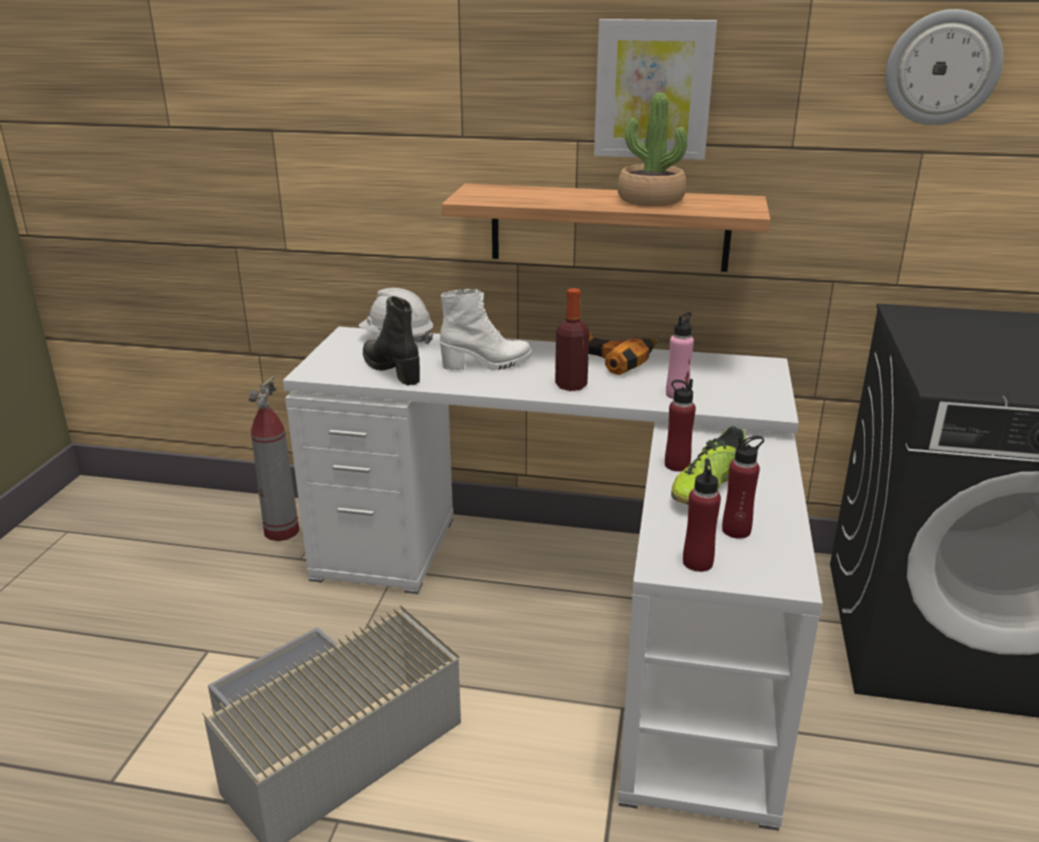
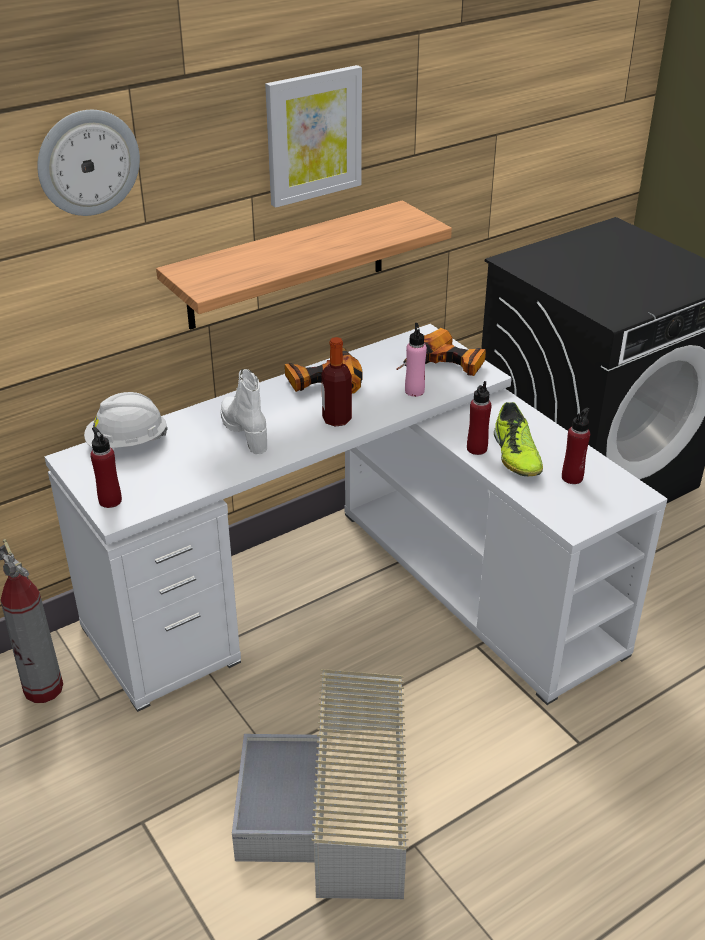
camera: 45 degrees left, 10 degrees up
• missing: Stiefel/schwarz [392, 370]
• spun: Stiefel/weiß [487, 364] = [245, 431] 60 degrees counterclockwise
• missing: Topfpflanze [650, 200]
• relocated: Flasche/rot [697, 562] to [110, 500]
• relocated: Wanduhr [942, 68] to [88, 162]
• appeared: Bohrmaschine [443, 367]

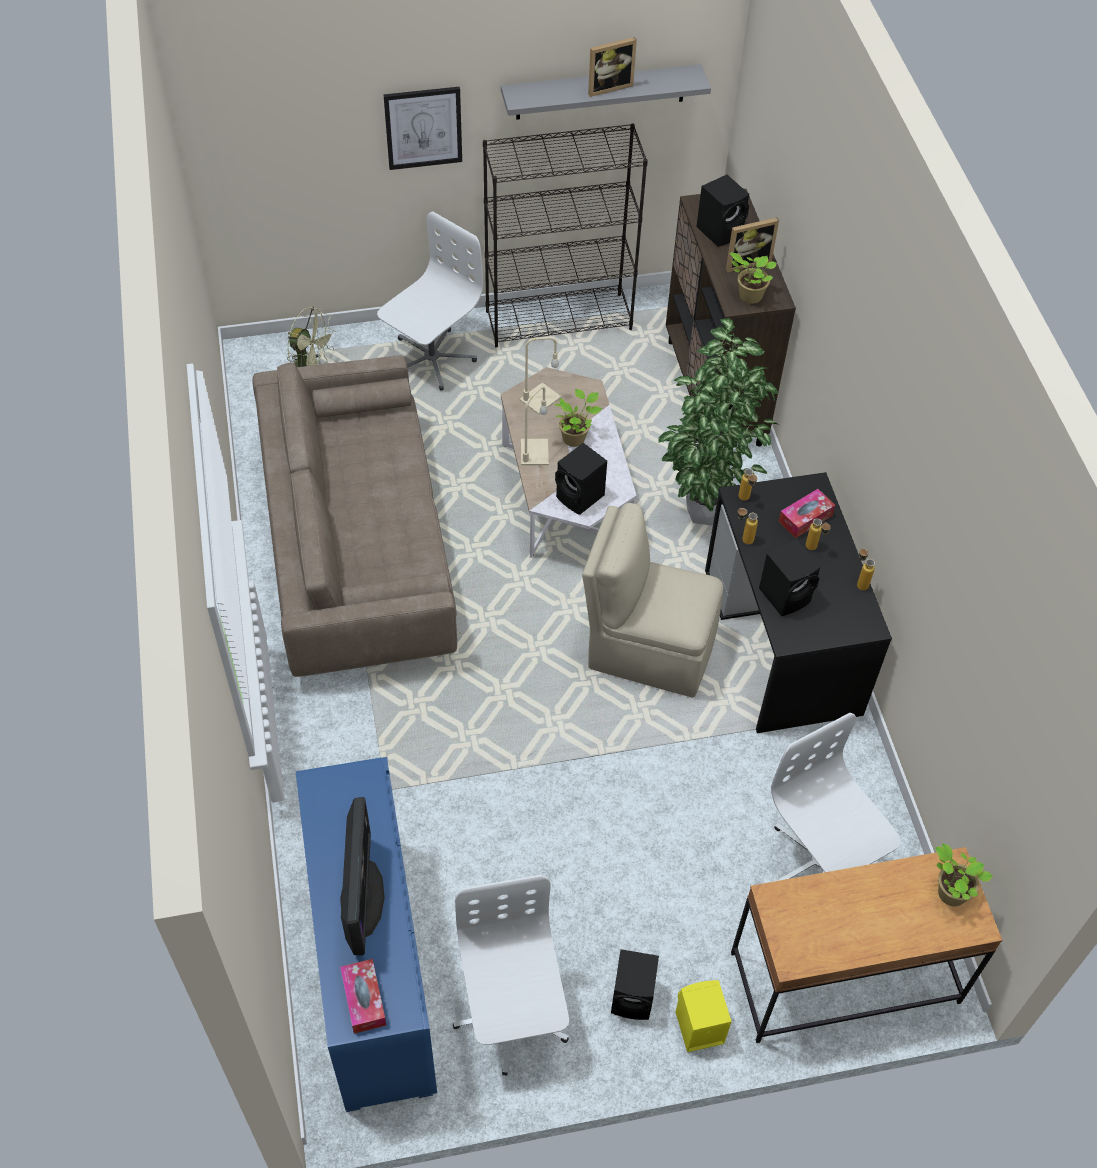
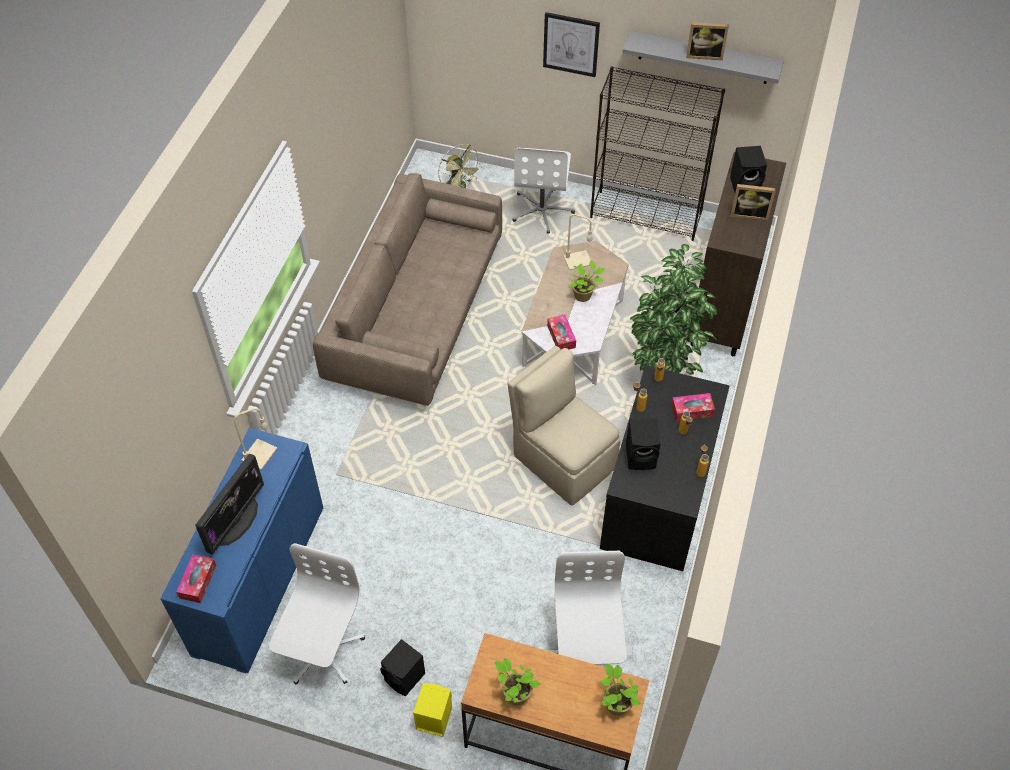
camera: 30 degrees right, 0 degrees up
• spun: Bürostuhl/weiß [431, 359] = [542, 210] 120 degrees clockwise
• relocated: Tischlampe/beige [535, 453] to [259, 455]
• exchanged: Lautsprecher/schwarz [581, 497] to Taschentuchbox [561, 336]
• relocated: Topfpflanze [748, 296] to [515, 694]

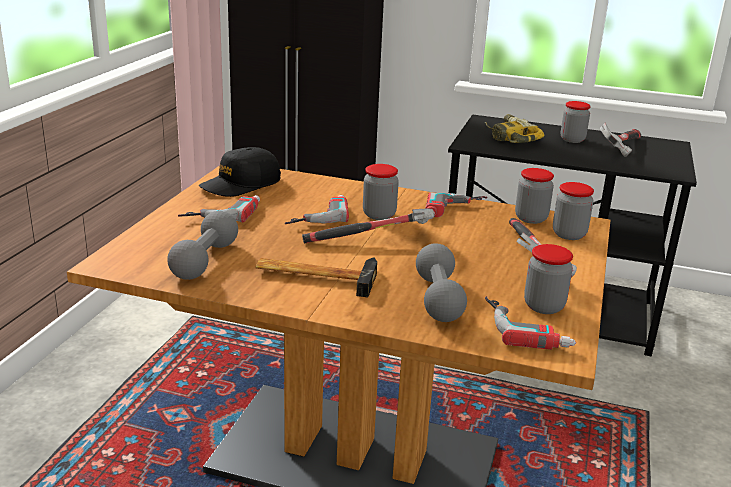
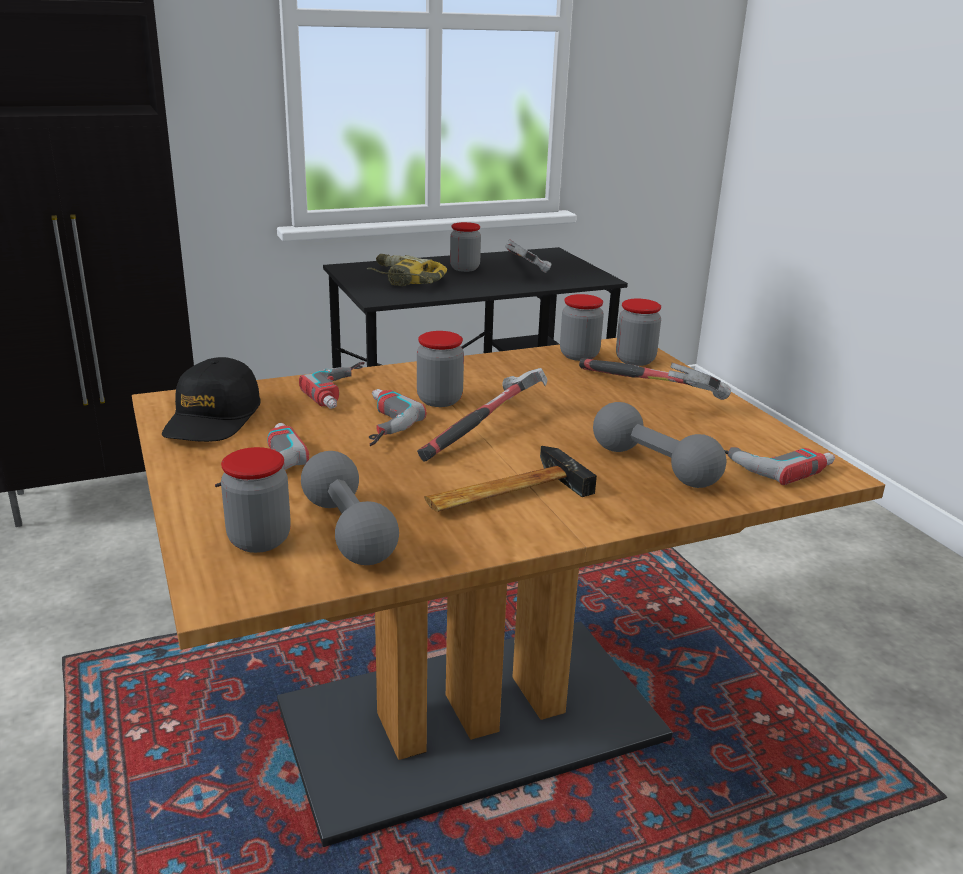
camera: 40 degrees left, 0 degrees up
• relocated: Bohrmaschine [456, 212] to [347, 391]
• relocated: Vorratsglas [544, 306] to [259, 540]

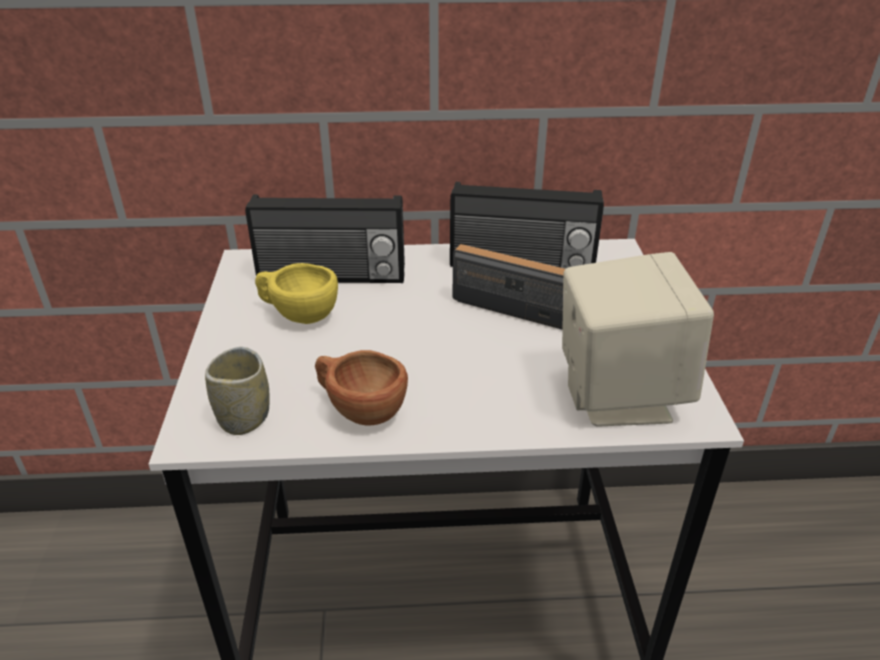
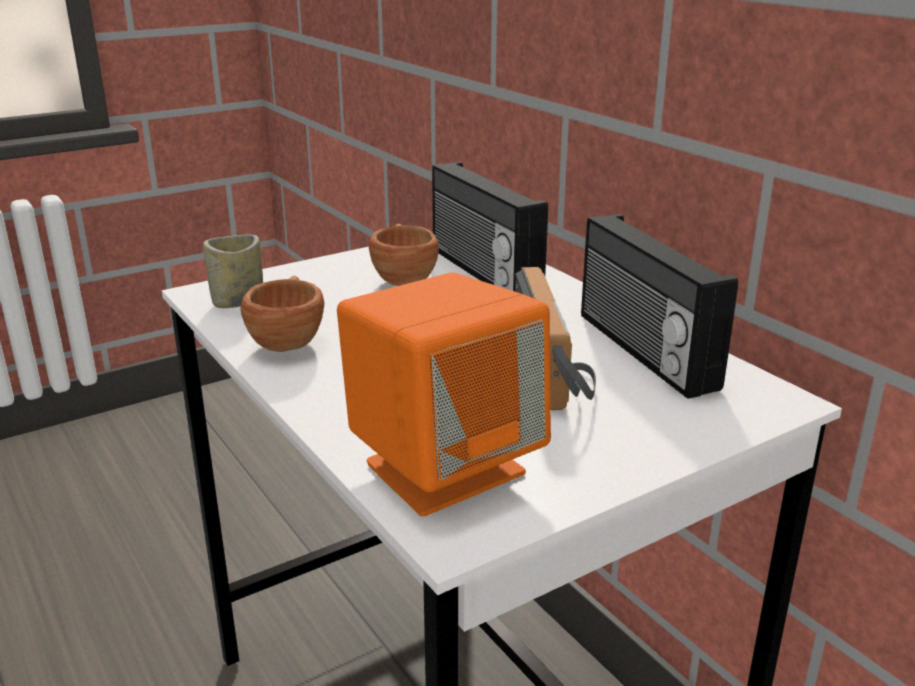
camera: 60 degrees right, 10 degrees down
• colour: Tasse/gelb [298, 314] to Tasse/braun [403, 278]
• colour: Lautsprecher/beige [618, 394] to Lautsprecher/orange [444, 467]

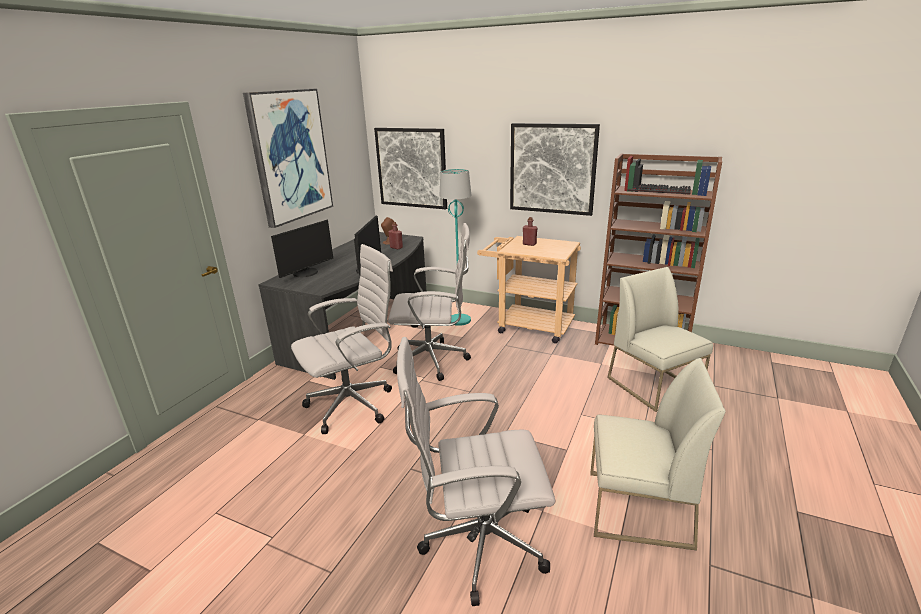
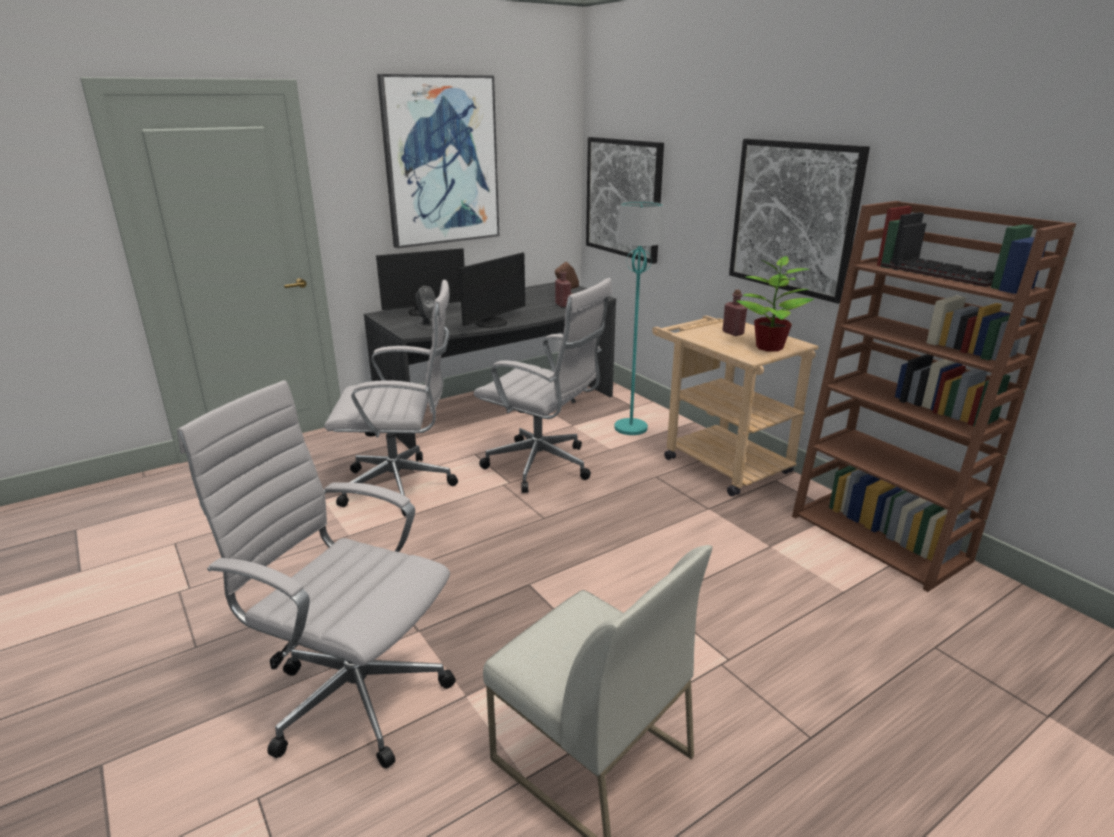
camera: 30 degrees right, 0 degrees up
• missing: Stuhl/weiß [654, 385]
• appeared: Lautsprecher/grau [427, 325]
• appeared: Topfpflanze [768, 347]

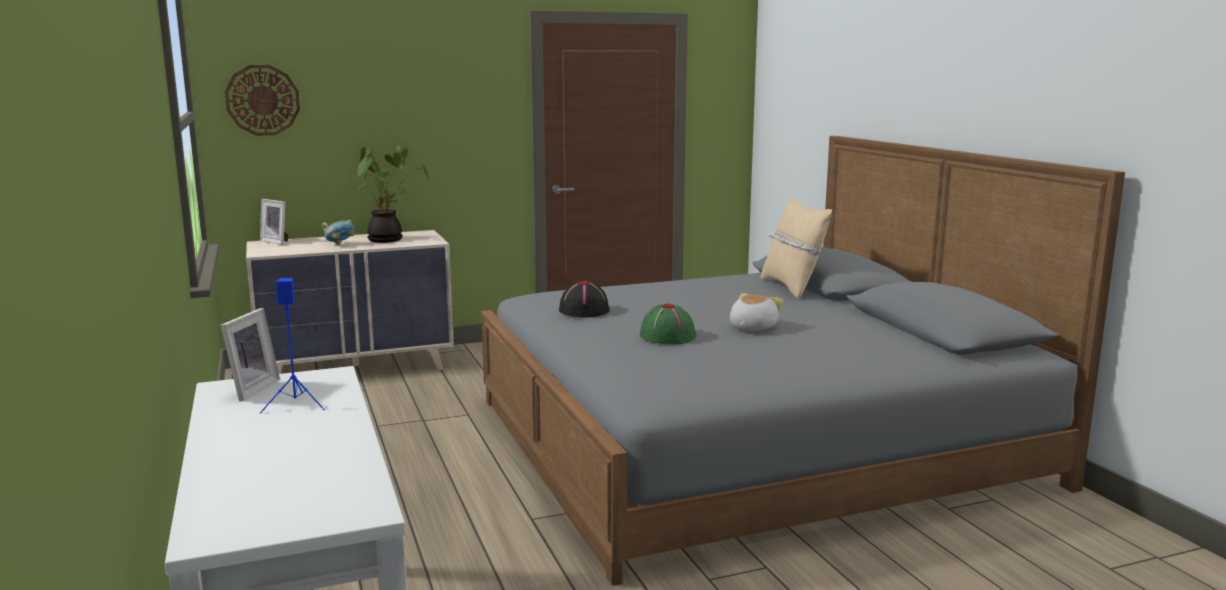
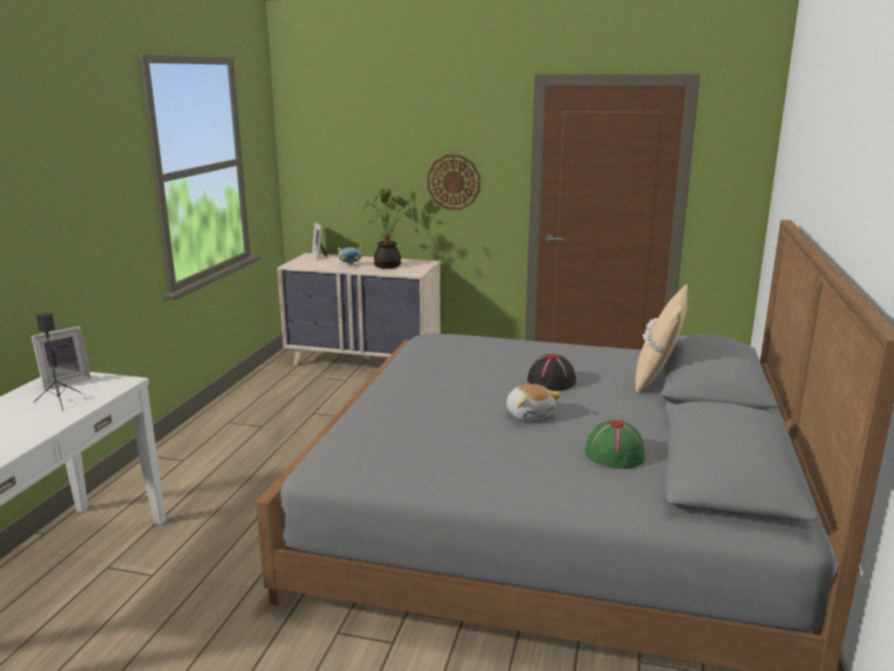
camera: 35 degrees right, 5 degrees up
• relocated: Wanduhr [263, 100] to [453, 182]
• colour: Lautsprecher/blau [296, 405] to Lautsprecher/schwarz [59, 401]
• relocated: Hut/schwarz [584, 310] to [552, 381]
• relocated: Hut/grün [667, 336] to [614, 453]
• spun: Plüschtier [751, 328] = [530, 414] 90 degrees clockwise

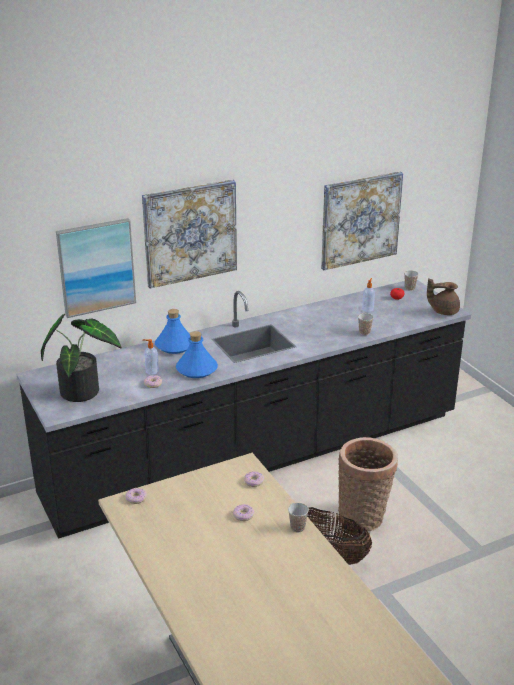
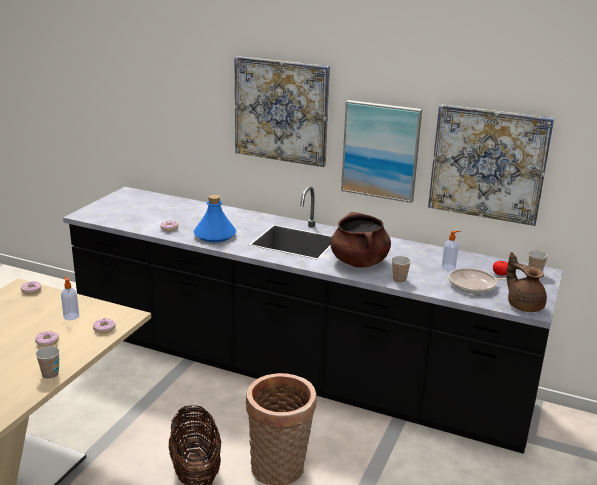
camera: 50 degrees right, 5 degrees down
• missing: Topfpflanze [83, 390]
• relocated: Bild [96, 267] to [380, 150]
• relocated: Seifenspender [151, 371] to [71, 316]
• missing: Flasche/blau [175, 346]
• appeared: Kochtopf/braun [359, 262]
• appeared: Pfanne [475, 285]

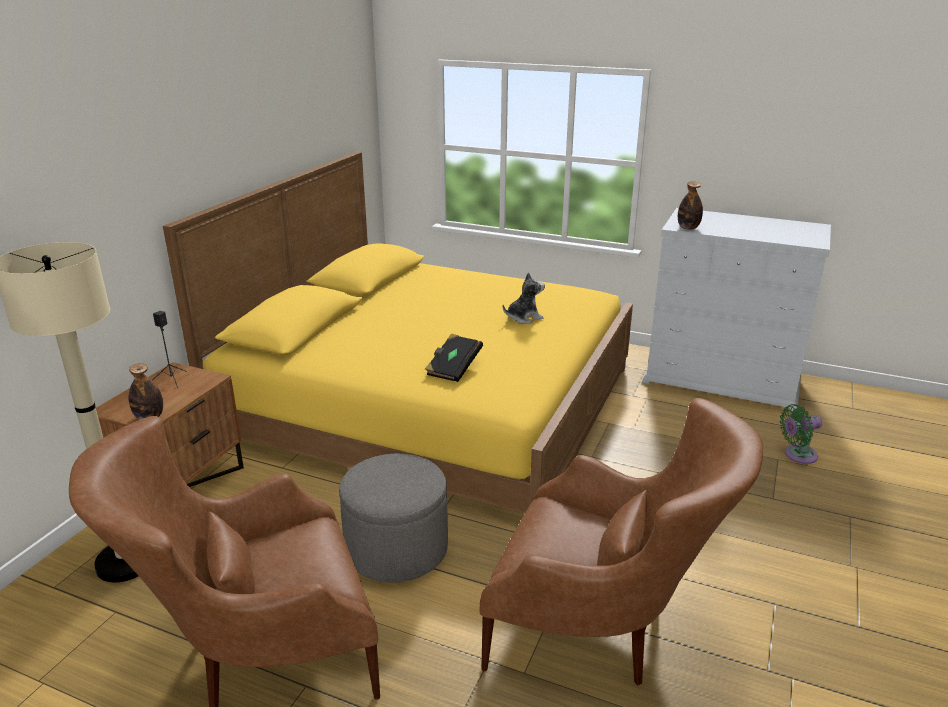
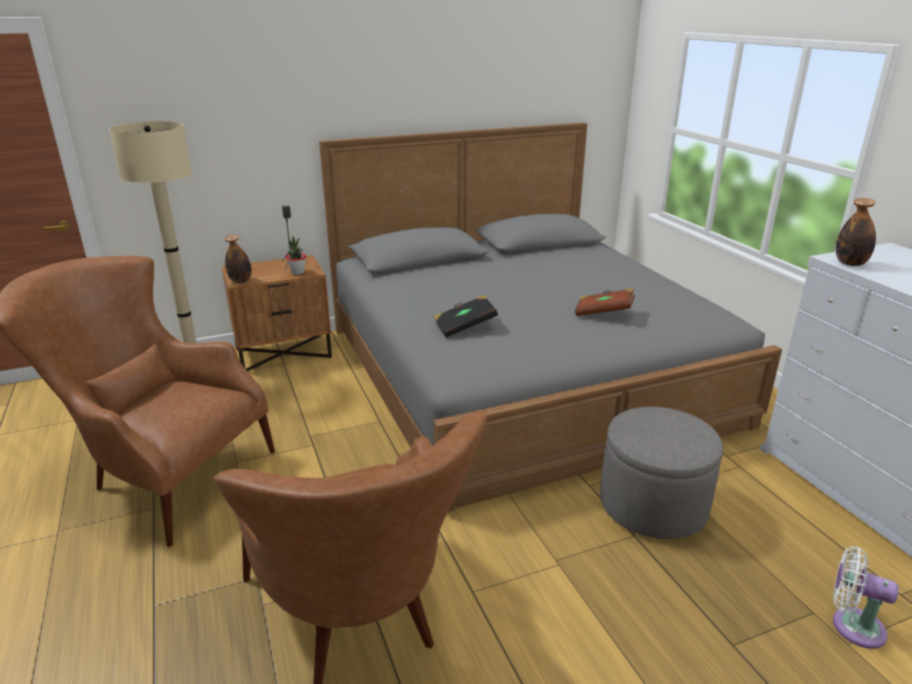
camera: 45 degrees right, 0 degrees up
• colour: Bett/gelb [431, 401] to Bett/grau [521, 372]
• relocated: Polsterhocker/grau [396, 549] to [653, 505]
• exchanged: Plüschtier [523, 318] to Buch/braun [603, 313]
• colour: Ventilator/grün [797, 455] to Ventilator/weiß [852, 625]
• appeared: Topfpflanze [297, 272]

